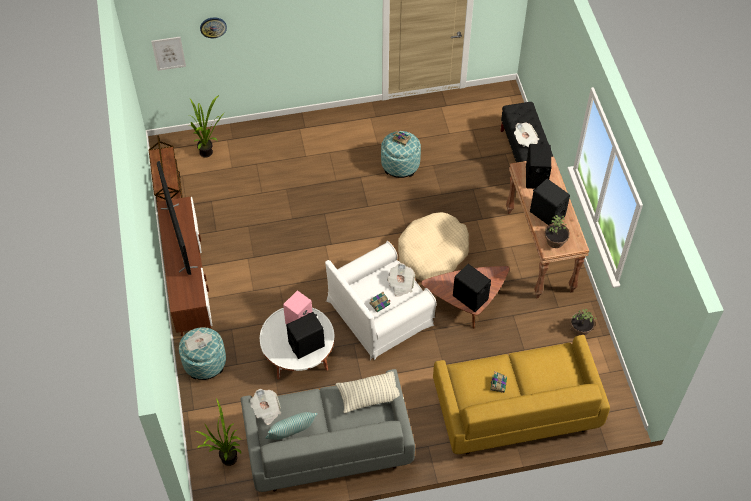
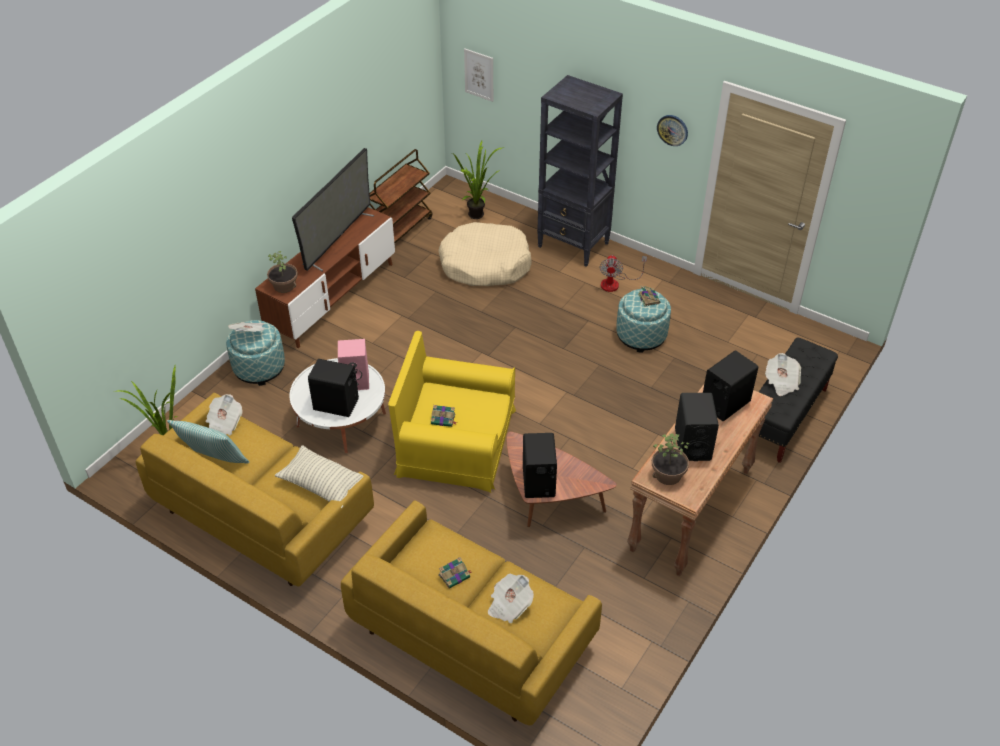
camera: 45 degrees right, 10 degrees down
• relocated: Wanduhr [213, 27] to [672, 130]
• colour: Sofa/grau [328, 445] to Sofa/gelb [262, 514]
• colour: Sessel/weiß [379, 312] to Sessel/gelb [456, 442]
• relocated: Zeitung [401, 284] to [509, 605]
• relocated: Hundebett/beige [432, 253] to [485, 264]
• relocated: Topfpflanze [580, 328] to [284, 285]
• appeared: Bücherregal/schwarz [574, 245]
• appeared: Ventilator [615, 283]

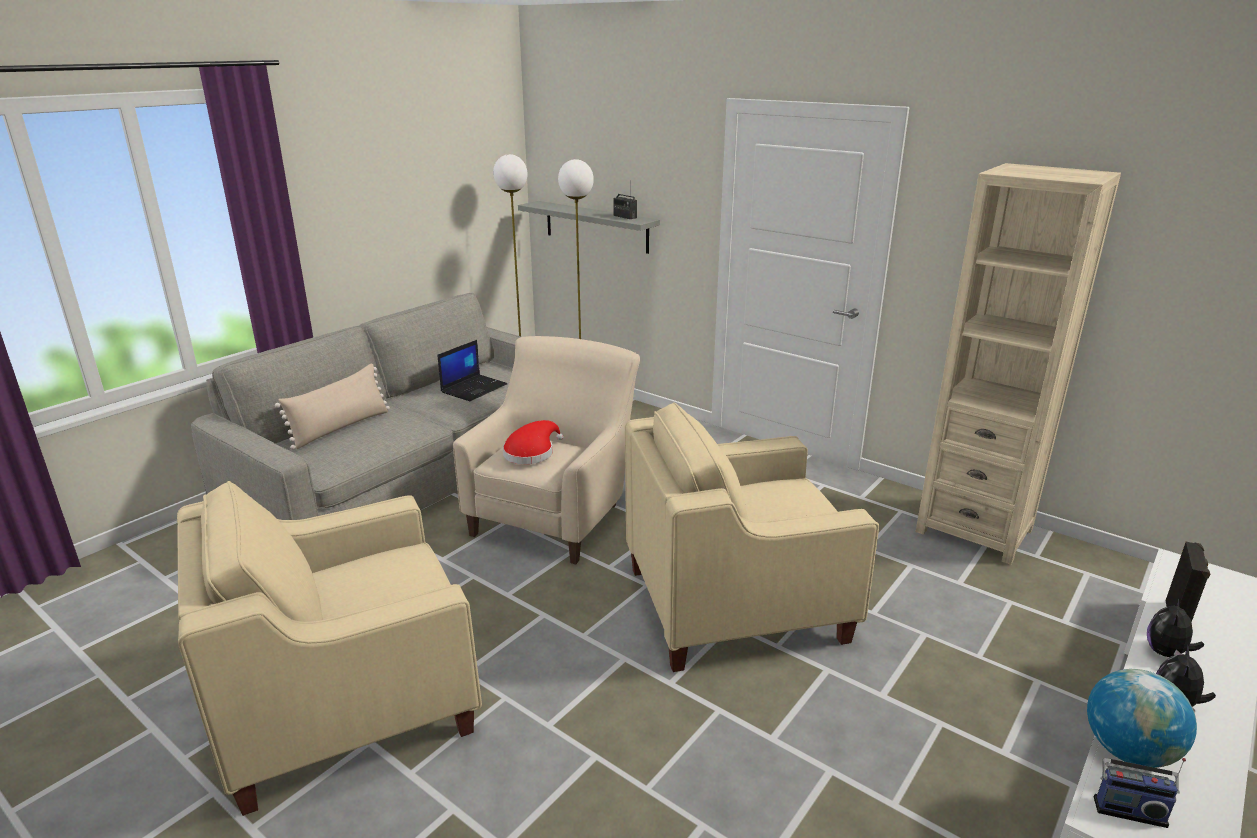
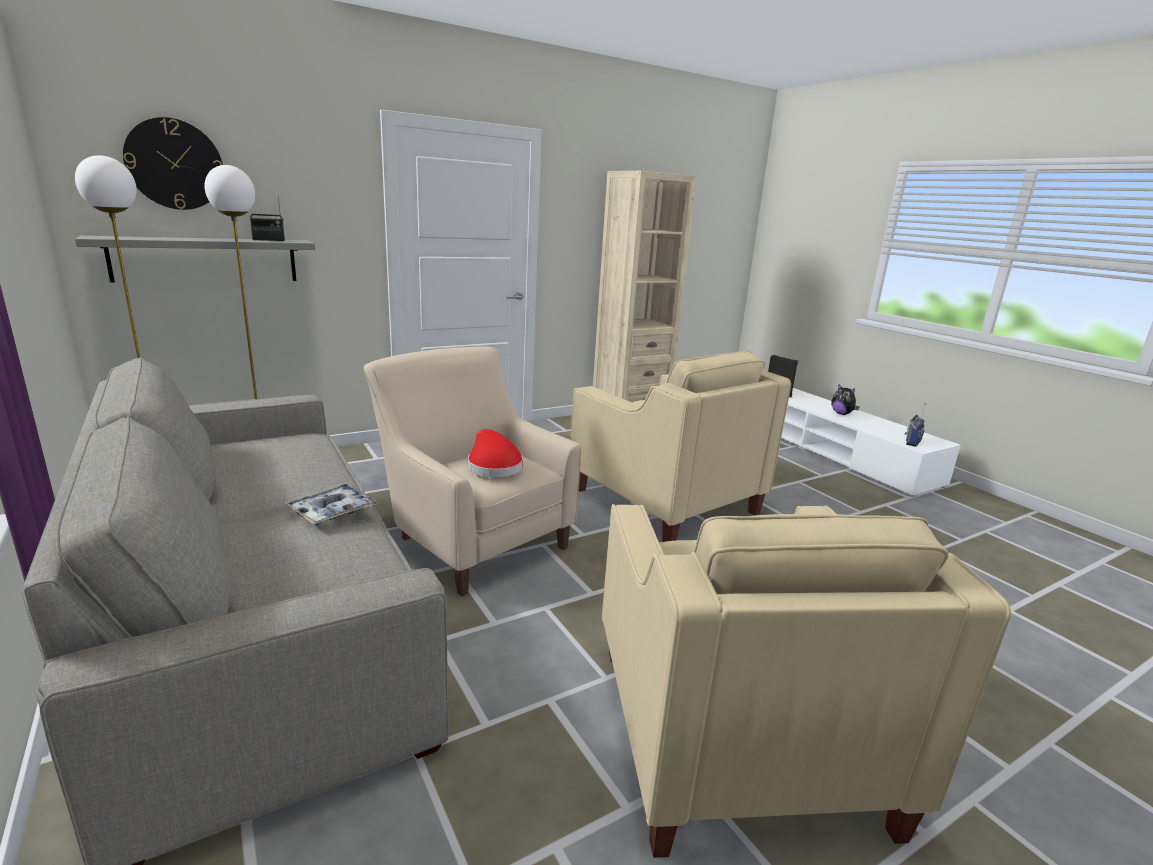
camera: 70 degrees left, 5 degrees down
• missing: Kissen/beige [340, 428]
• missing: Laptop [474, 388]
• spun: Sessel/beige [735, 604] = [664, 501] 45 degrees counterclockwise
• missing: Globus [1128, 751]
• missing: Plüschtier [1166, 653]
• appeared: Wanduhr [175, 164]
• appeared: Tablett [332, 511]

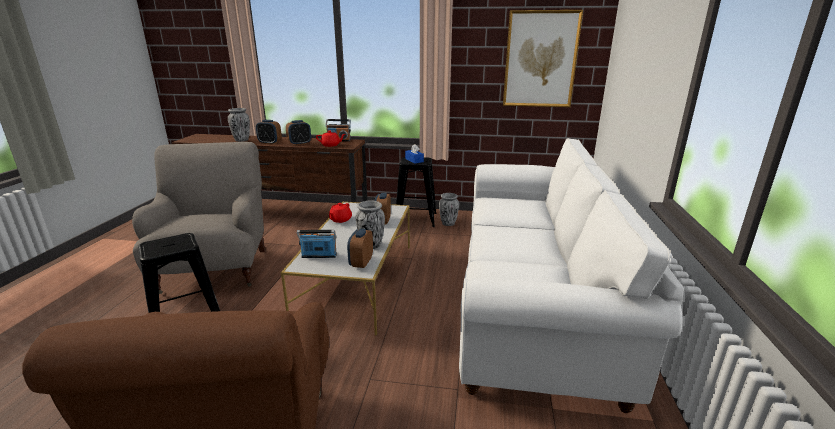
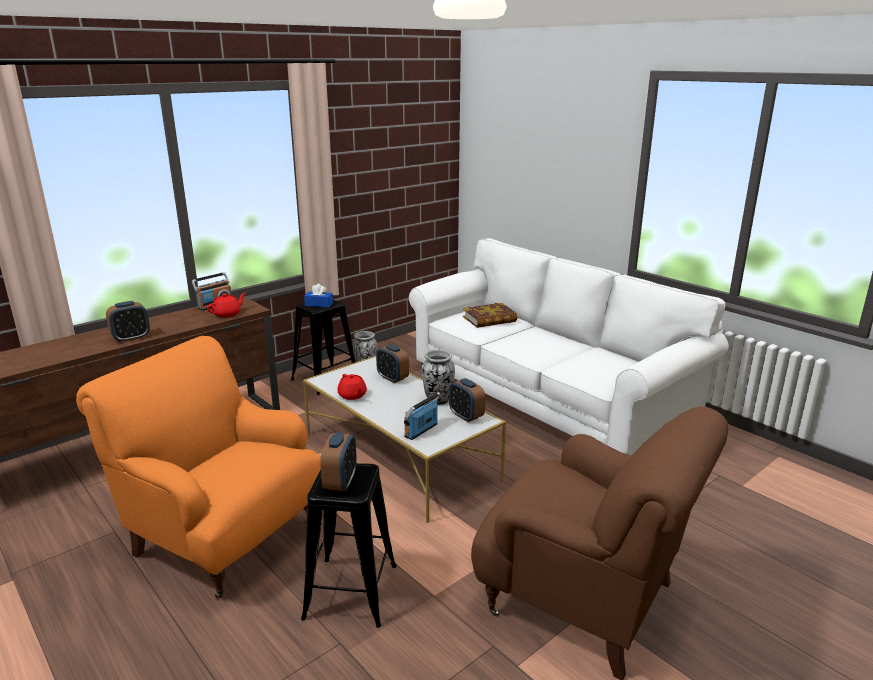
camera: 50 degrees left, 0 degrees up
• colour: Sessel/grau [217, 269] to Sessel/orange [223, 537]
• missing: Vase [242, 140]
• relocated: Wecker [299, 143] to [340, 482]
• missing: Bild [540, 59]
• appeared: Buch [489, 319]

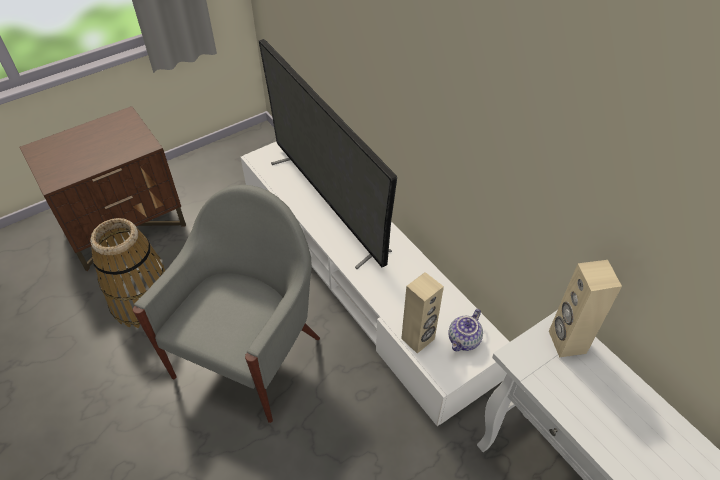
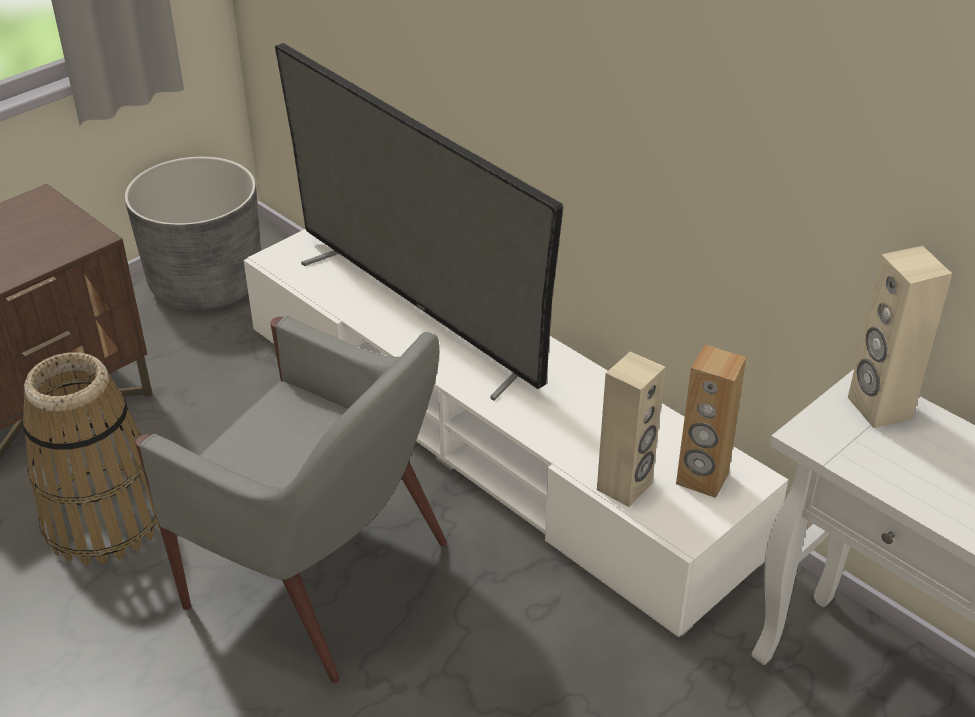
camera: 10 degrees left, 10 degrees down
• spun: Sessel/grau [250, 355] = [322, 578] 105 degrees clockwise
• exchanged: Teekanne [464, 340] to Lautsprecher/braun [702, 479]
• appeared: Pflanzkübel/grau [206, 284]

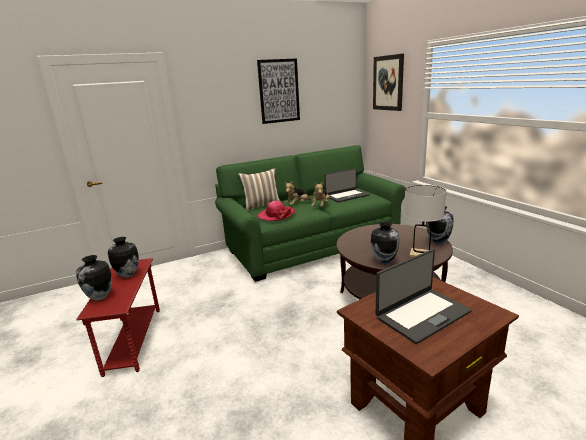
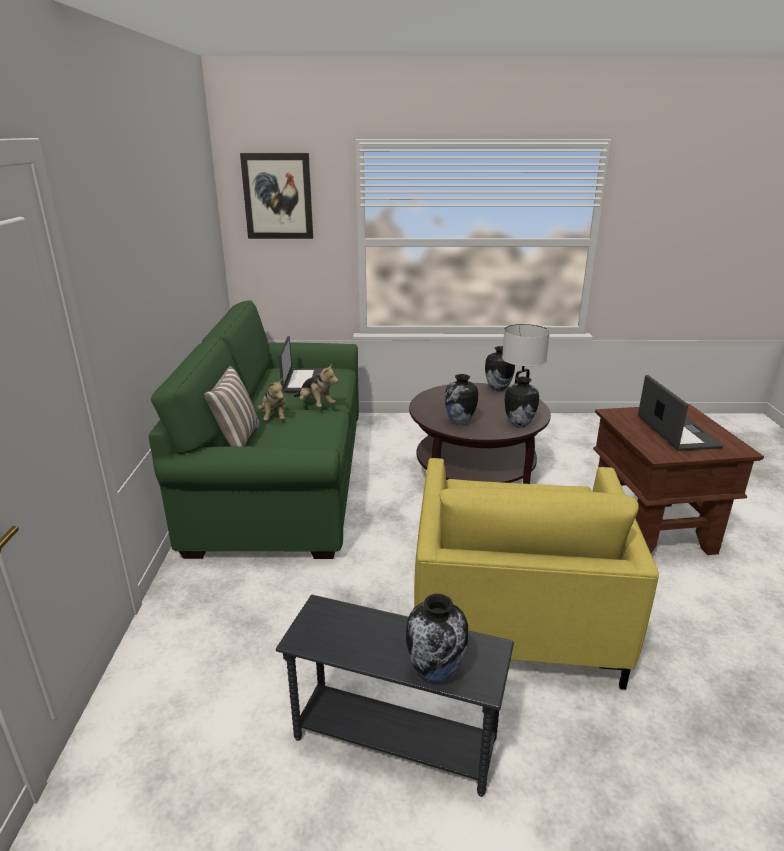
camera: 65 degrees left, 5 degrees up
• colour: Beistelltisch/rot [133, 340] to Beistelltisch/grau [394, 740]
• relocated: Vase [127, 275] to [459, 422]
• missing: Bild [279, 91]
• missing: Hut [276, 215]
• appeared: Sessel/gelb [514, 614]

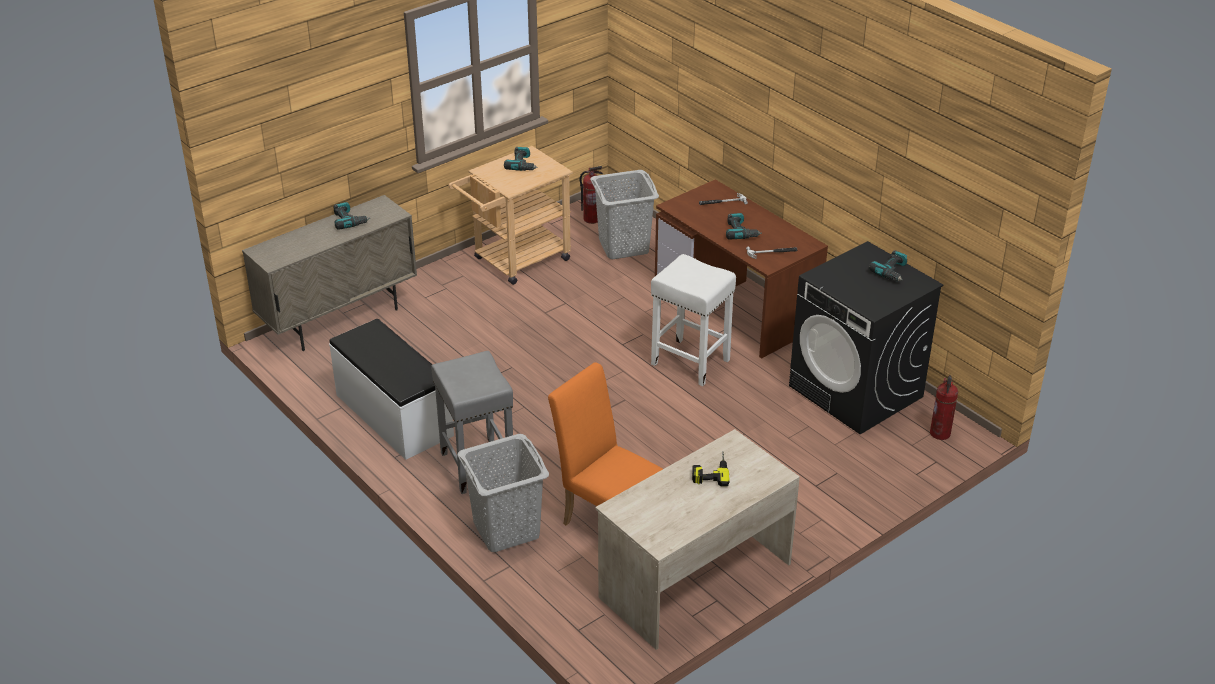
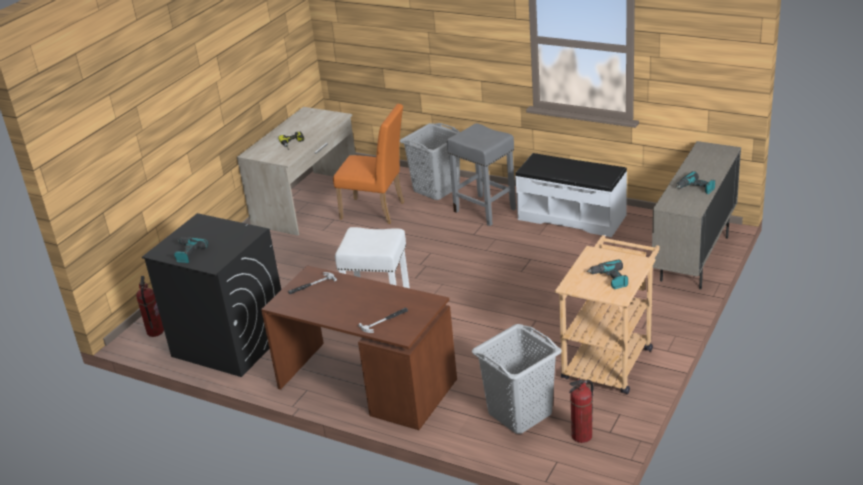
camera: 160 degrees right, 5 degrees down
• missing: Bohrmaschine [741, 232]

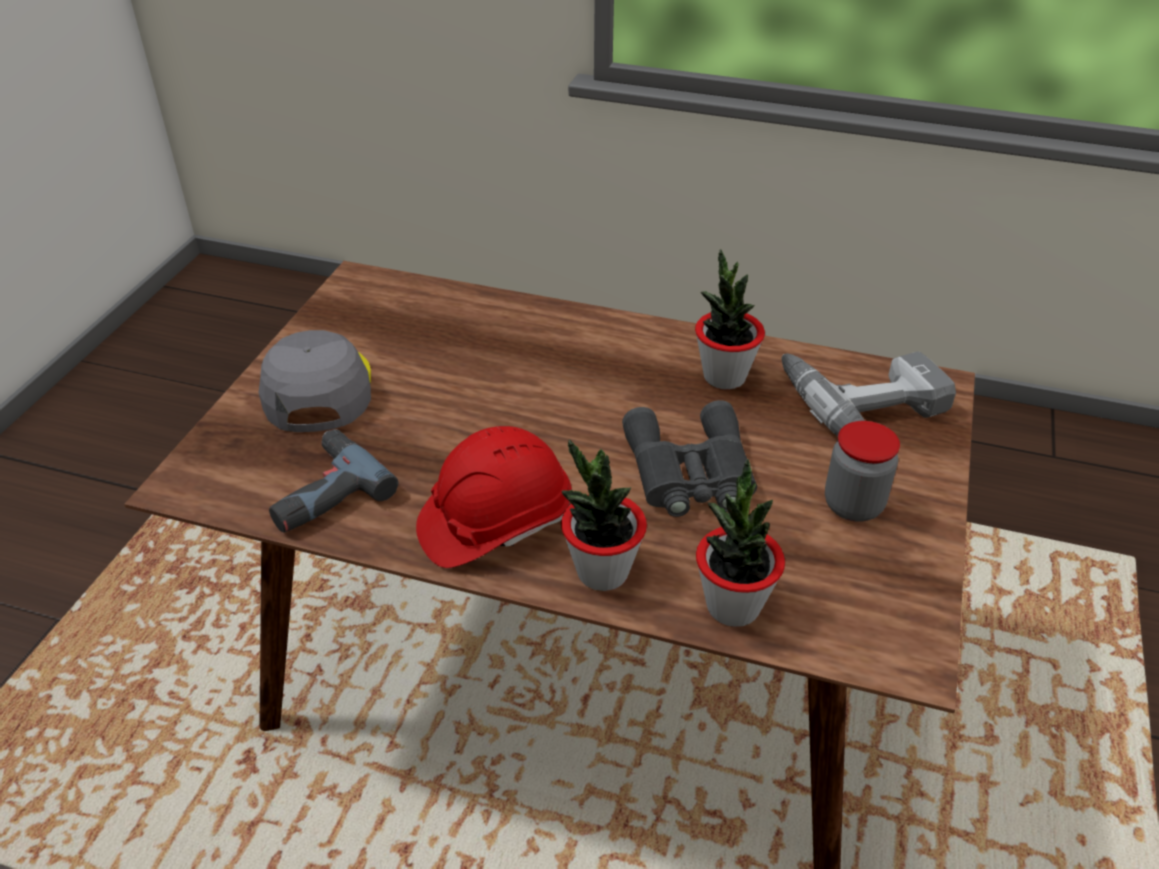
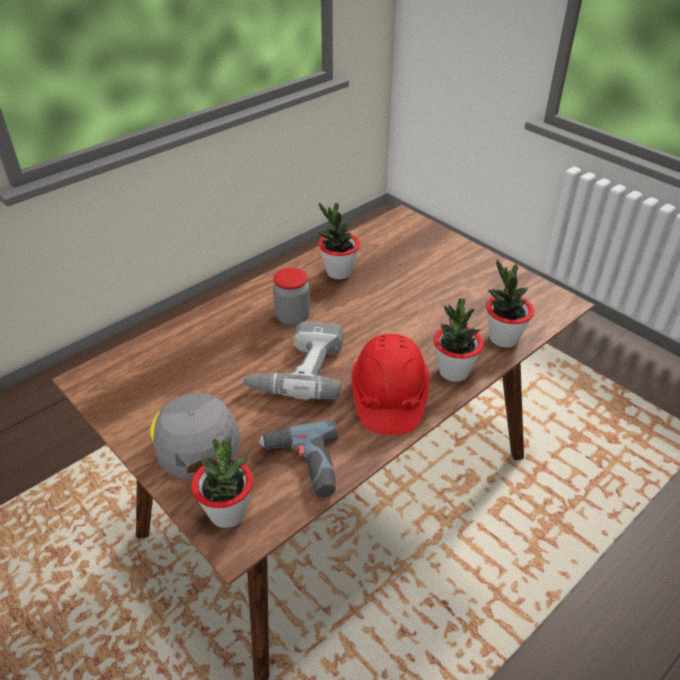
camera: 60 degrees left, 0 degrees up
• spun: Kappe/grau [317, 389] = [194, 437] 45 degrees clockwise
• missing: Fernglas/grau [689, 473]
• relocated: Bohrmaschine [860, 397] to [297, 369]
• relocated: Vorratsglas [853, 505] to [292, 317]
• appeared: Topfpflanze [228, 513]

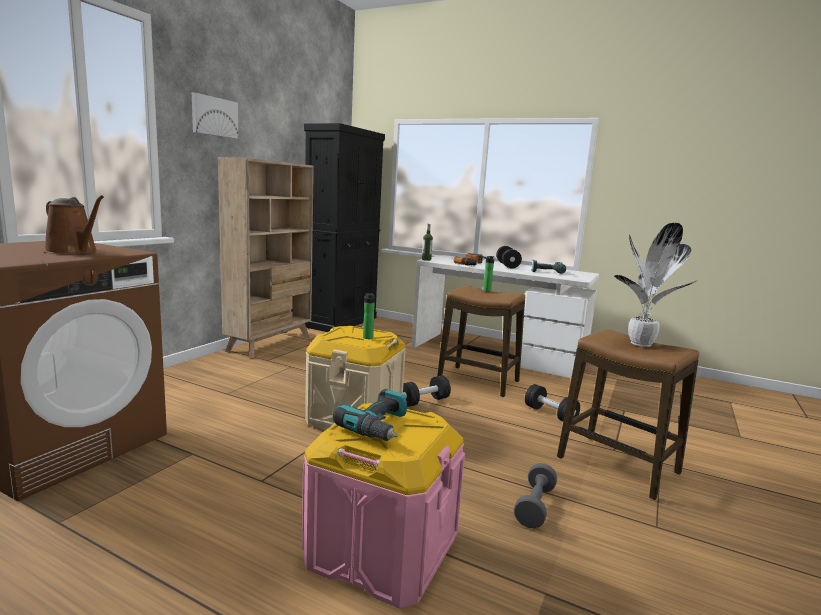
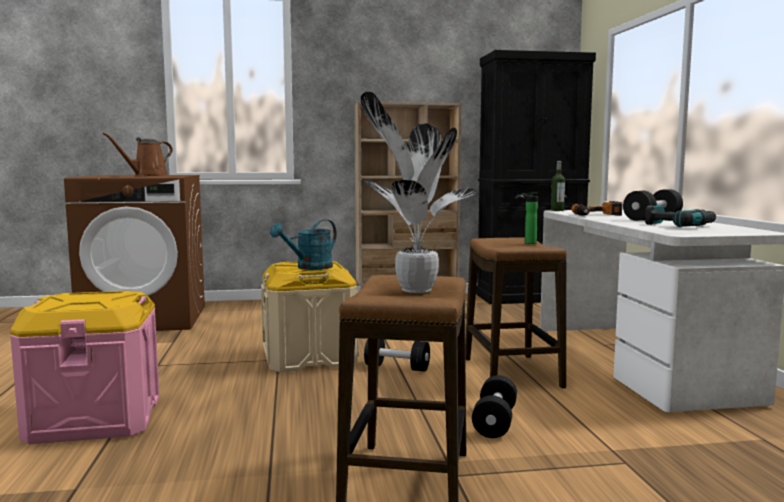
camera: 55 degrees right, 5 degrees down
• spun: Gießkanne/braun [74, 251] = [147, 176] 45 degrees clockwise
• missing: Bild [214, 116]
• missing: Bohrmaschine [379, 427]
• exchanged: Flasche [368, 337] to Gießkanne/türkis [309, 268]
• missing: Hantel/grau [534, 506]

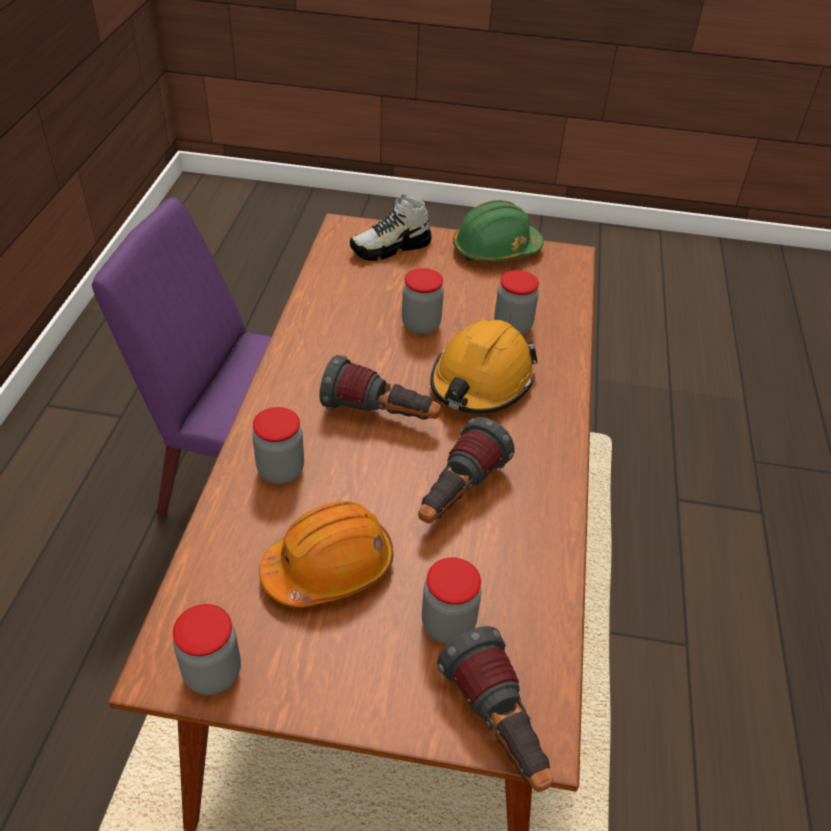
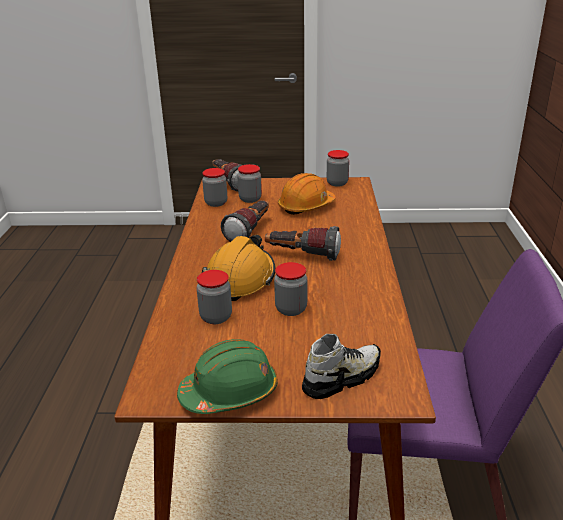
camera: 175 degrees right, 15 degrees down
• relocated: Vorratsglas [281, 470] to [216, 203]

